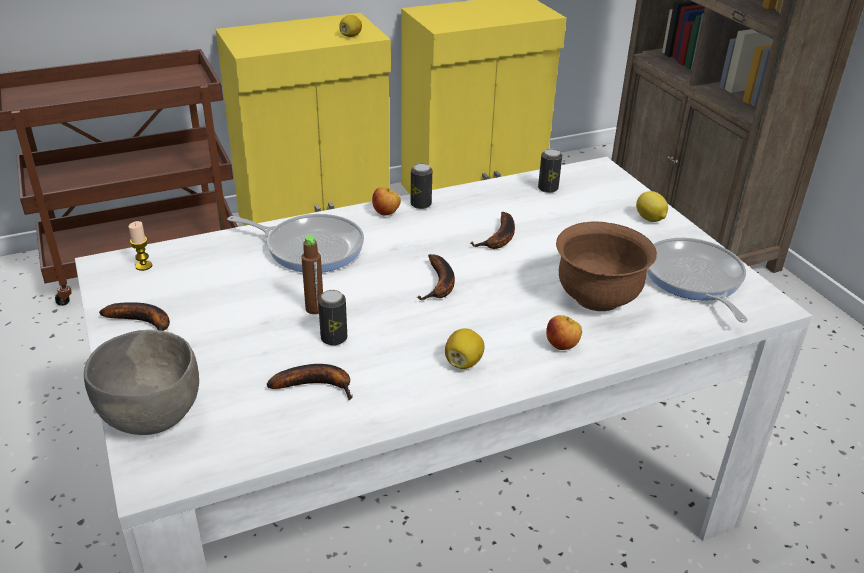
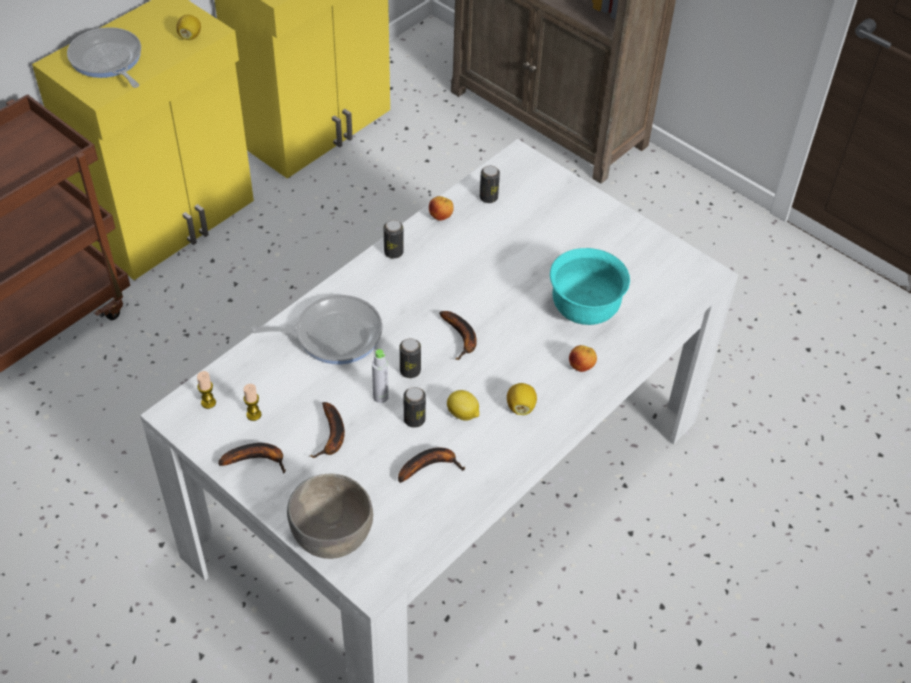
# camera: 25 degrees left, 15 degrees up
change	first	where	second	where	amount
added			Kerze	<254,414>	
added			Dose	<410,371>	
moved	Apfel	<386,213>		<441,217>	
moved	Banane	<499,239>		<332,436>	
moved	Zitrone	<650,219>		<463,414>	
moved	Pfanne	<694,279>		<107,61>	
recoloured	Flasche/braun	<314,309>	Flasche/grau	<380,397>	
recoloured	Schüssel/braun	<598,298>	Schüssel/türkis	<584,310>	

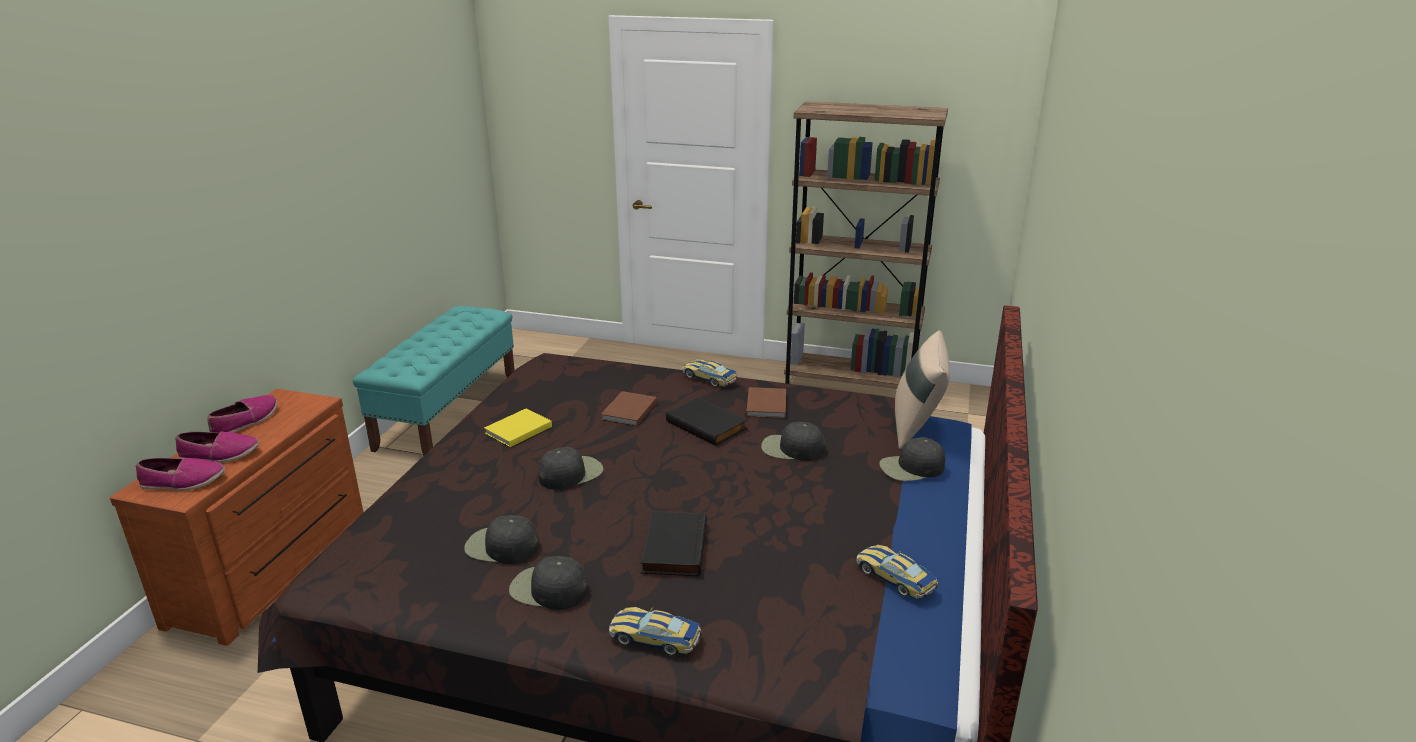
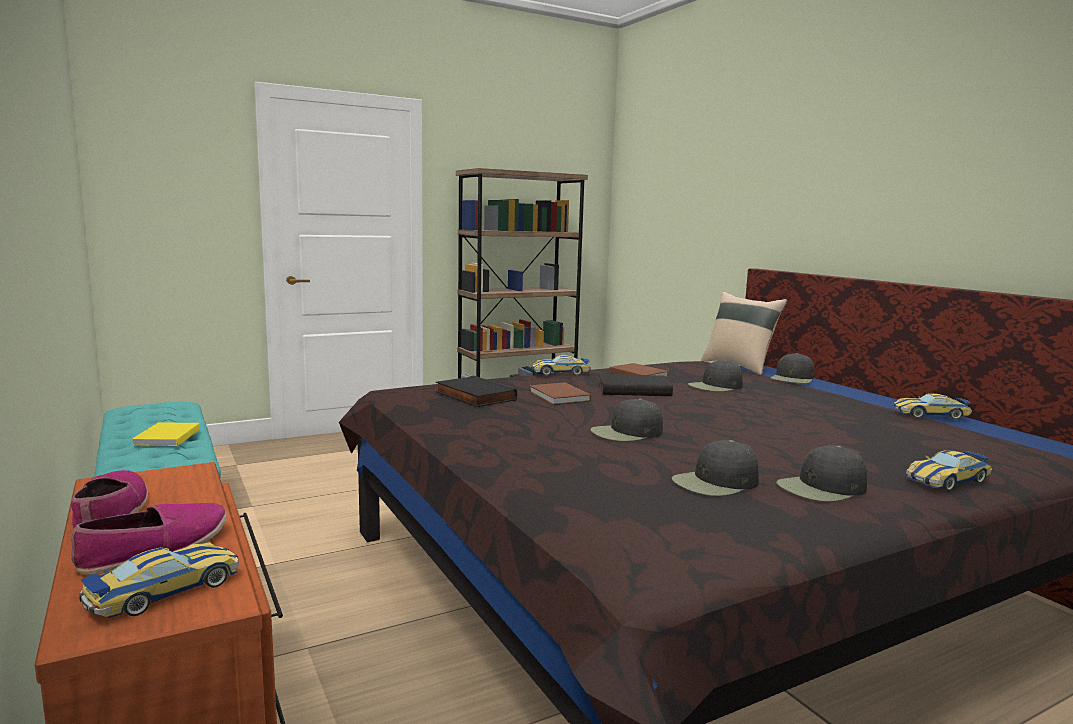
# camera: 45 degrees left, 15 degrees down
change	first	where	second	where	amount
moved	Buch/gelb	<516,430>		<165,438>	
moved	Buch/schwarz	<672,547>		<473,396>	
replaced	Schuh	<183,482>	Spielzeugauto	<164,591>	
turned	Kappe/schwarz	<571,473>		<627,433>	120 degrees counterclockwise

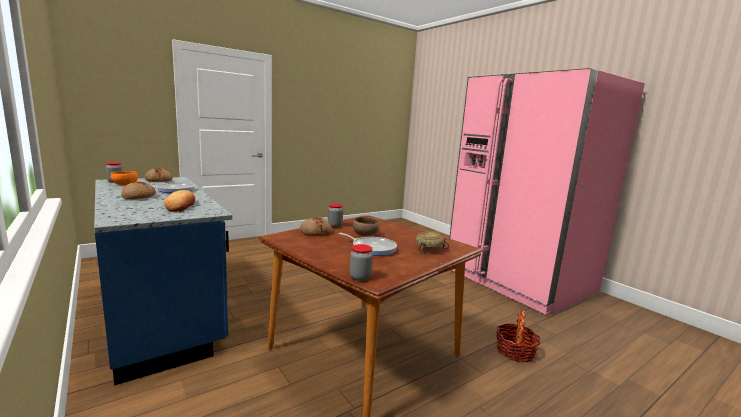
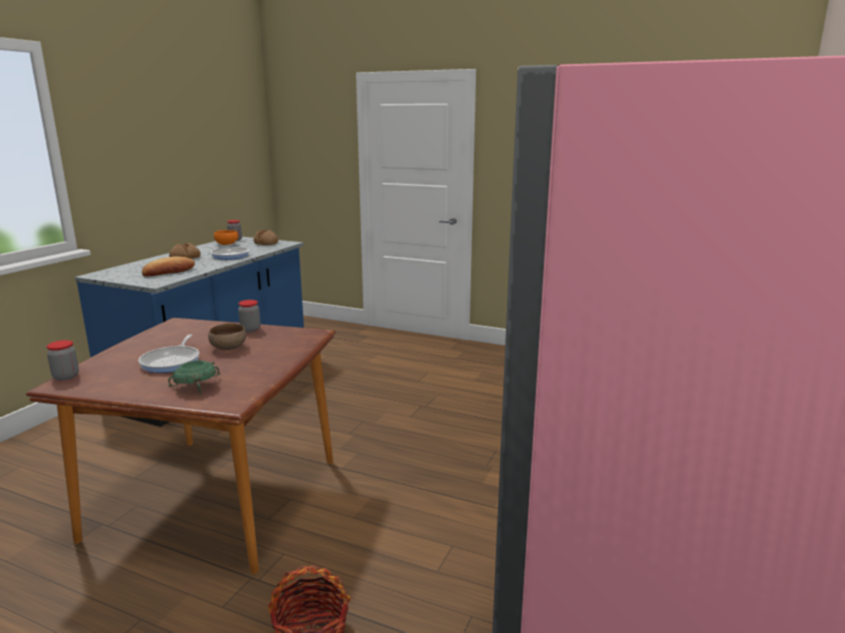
# camera: 60 degrees right, 5 degrees up
change	first	where	second	where	amount
removed	Brot	<315,232>			
recoloured	Schüssel/beige	<428,249>	Schüssel/grün	<197,386>	

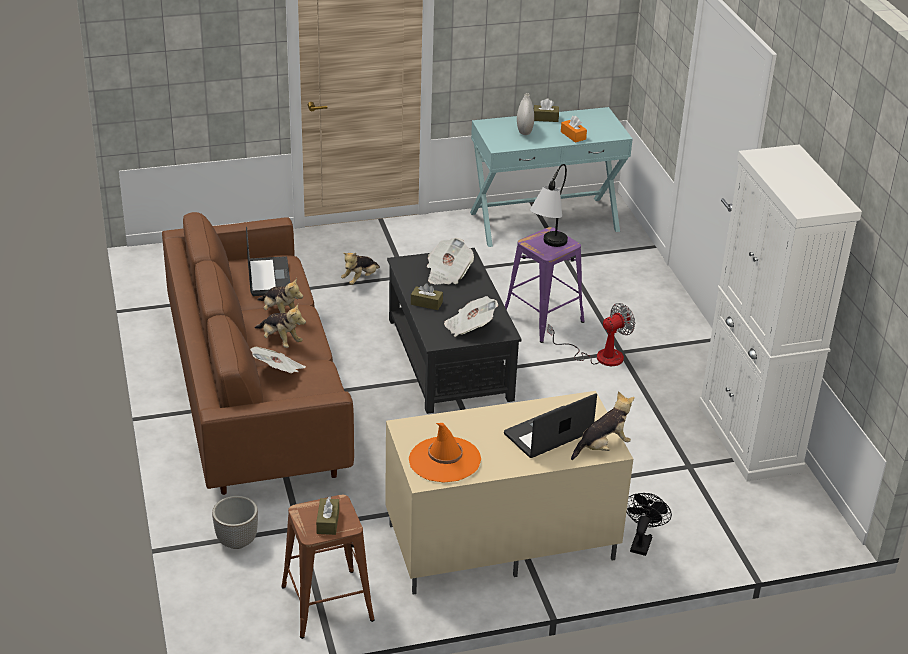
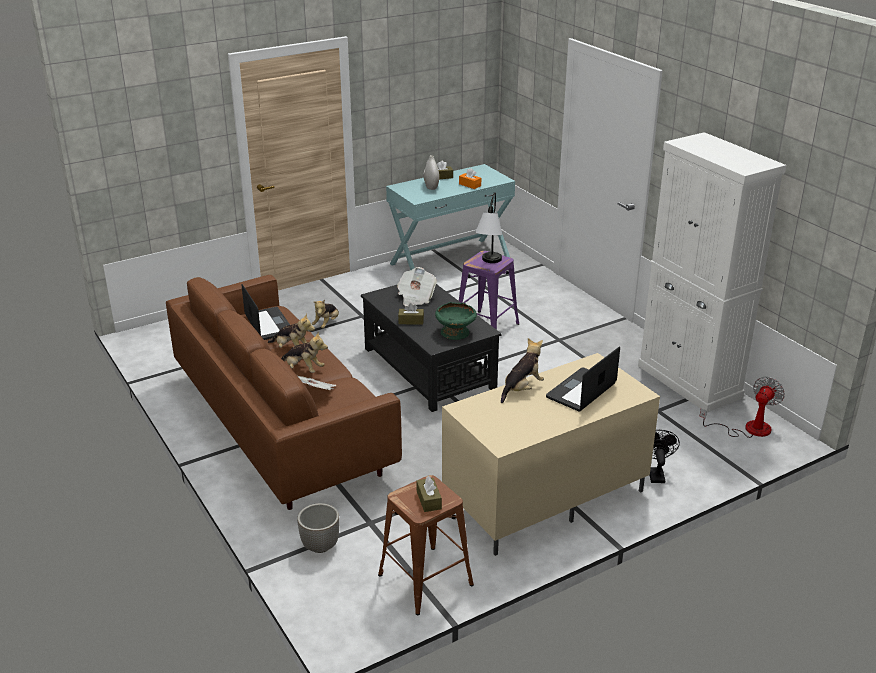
# camera: 15 degrees left, 5 degrees down
change	first	where	second	where	amount
removed	Hut/orange	<444,460>			
moved	Ventilator	<599,356>		<748,429>	
moved	Plüschtier	<602,447>		<522,389>	
replaced	Zeitung	<469,327>	Schüssel/grün	<455,332>	

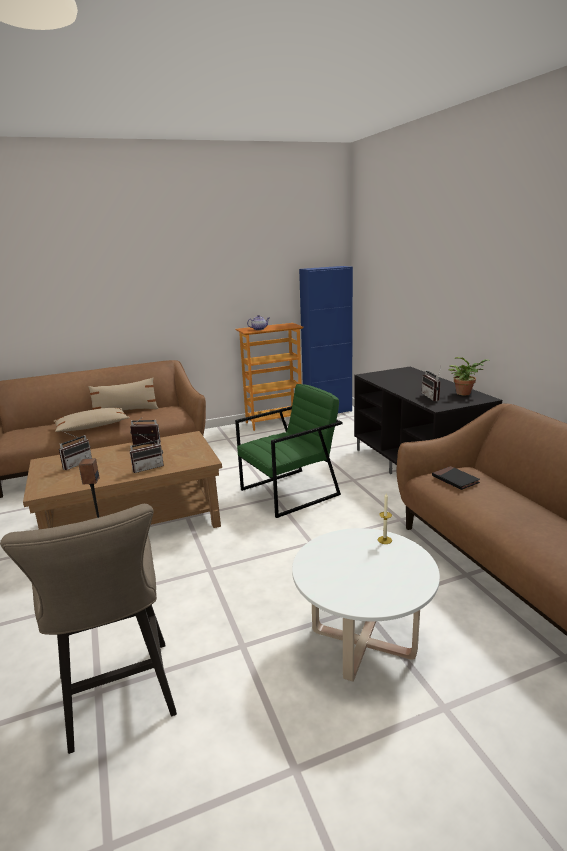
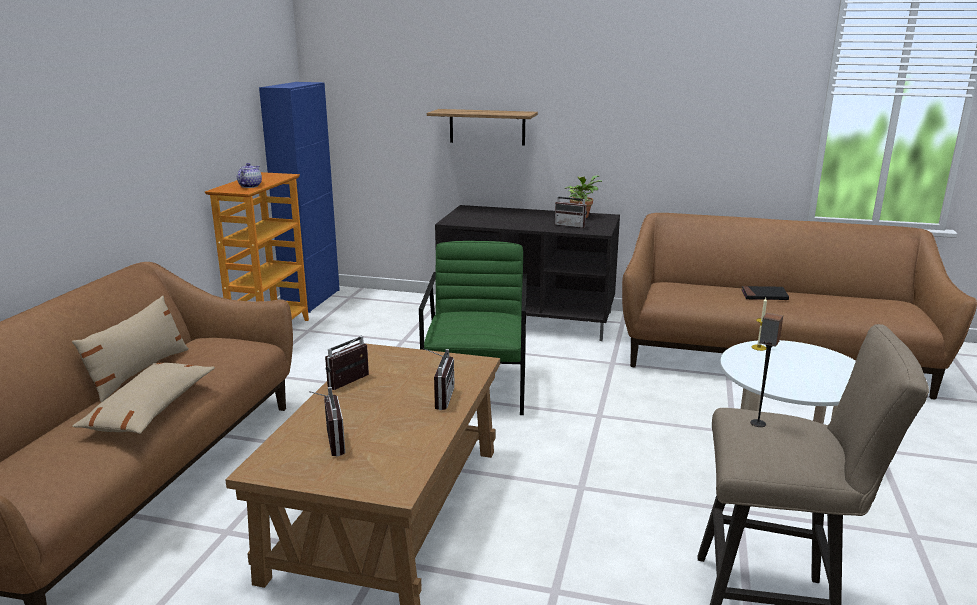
# camera: 55 degrees left, 0 degrees up
change	first	where	second	where	amount
added			Wandregal	<487,127>	
moved	Buch/schwarz	<455,480>		<764,295>	

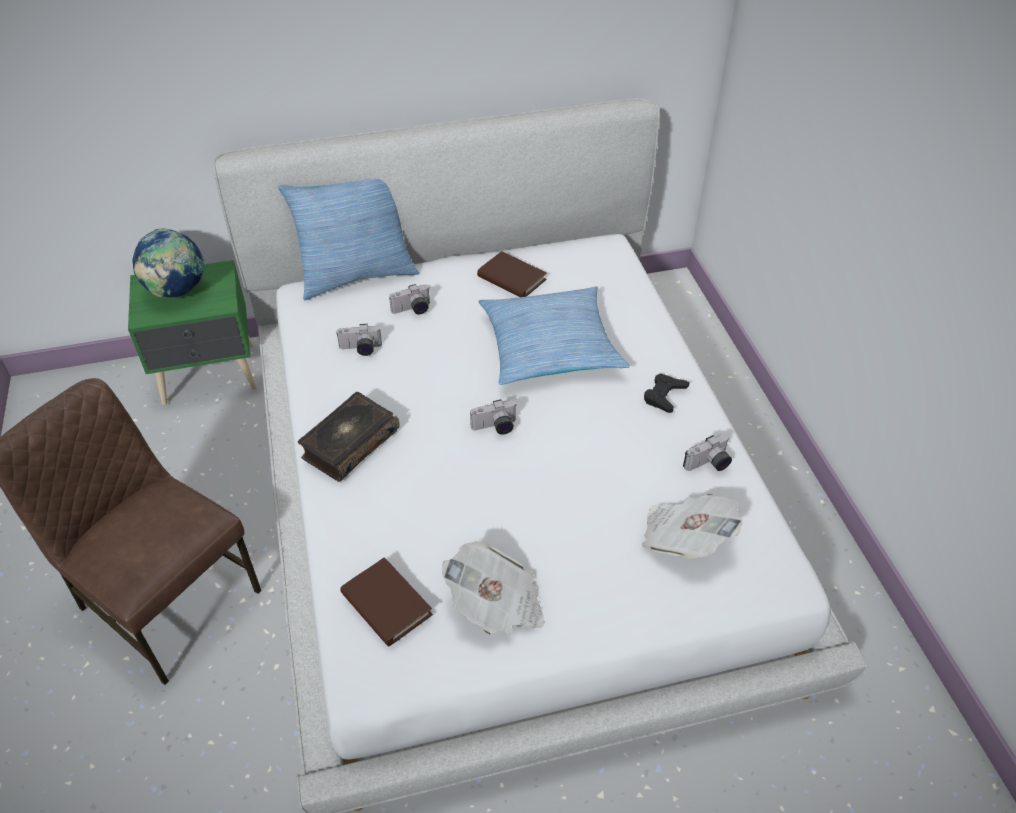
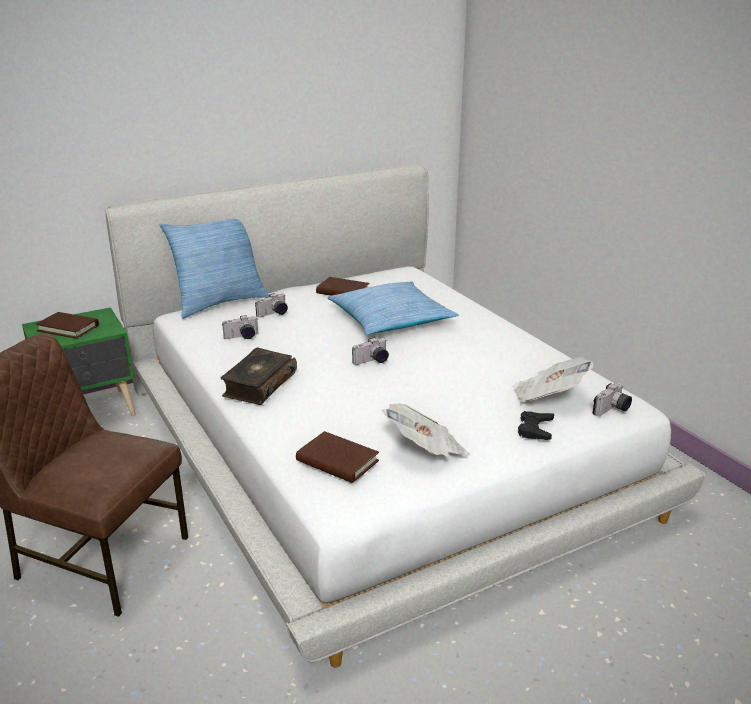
# camera: 15 degrees left, 20 degrees down
change	first	where	second	where	amount
moved	Gamepad/schwarz	<664,395>		<535,429>	
moved	Kamera	<708,465>		<612,410>	
replaced	Globus	<177,292>	Buch/braun	<68,328>	

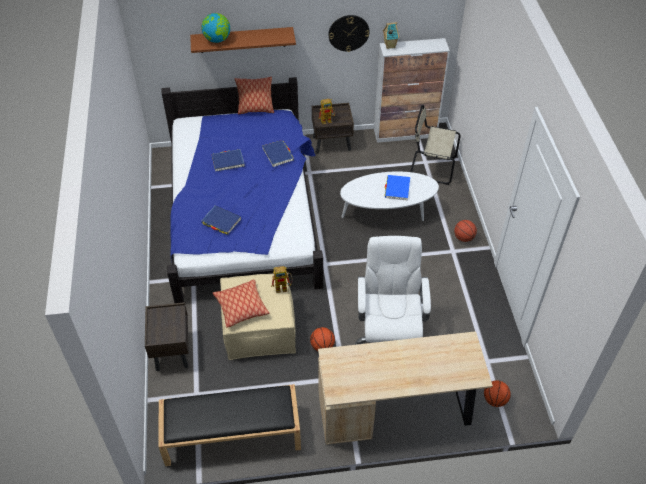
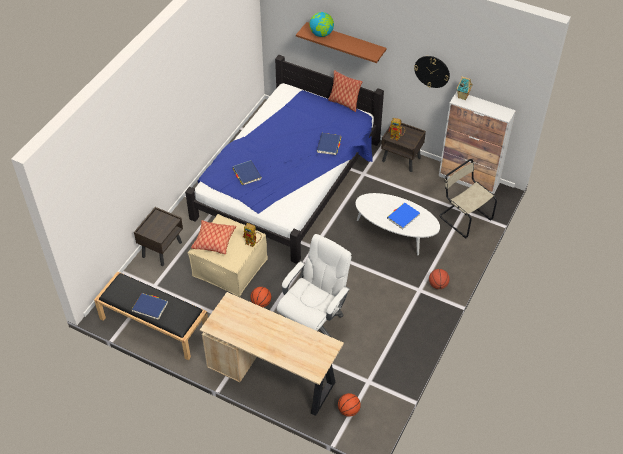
# camera: 35 degrees right, 0 degrees up
change	first	where	second	where	amount
moved	Buch/blau	<228,161>		<150,307>	

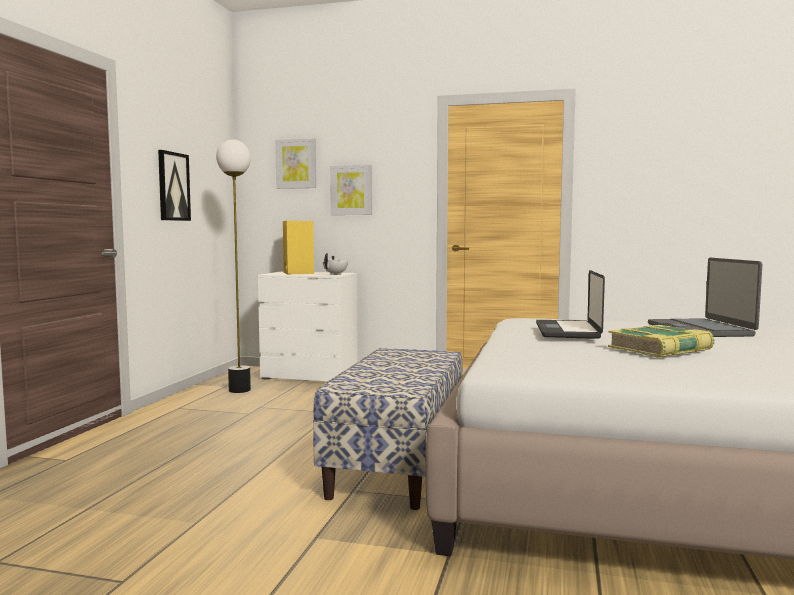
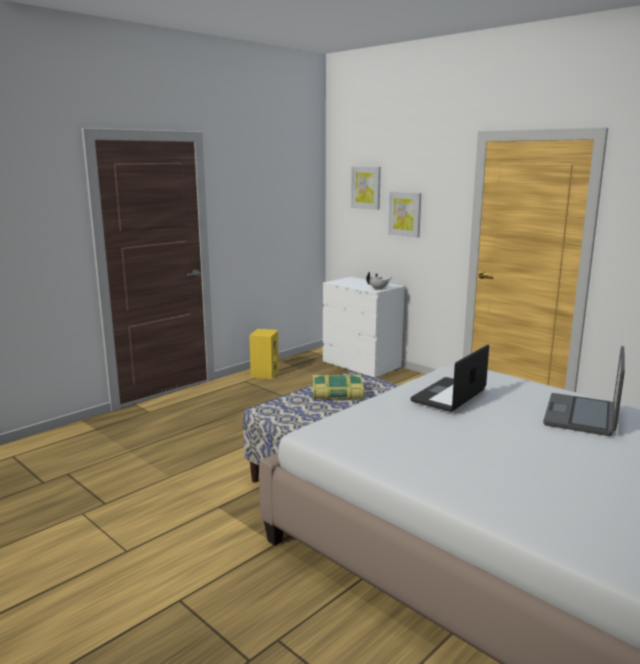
# camera: 30 degrees right, 10 degrees up
change	first	where	second	where	amount
removed	Bild	<173,186>			
removed	Stehlampe	<240,390>			
moved	Lautsprecher/gelb	<297,273>		<264,373>	
moved	Buch	<660,349>		<337,392>	

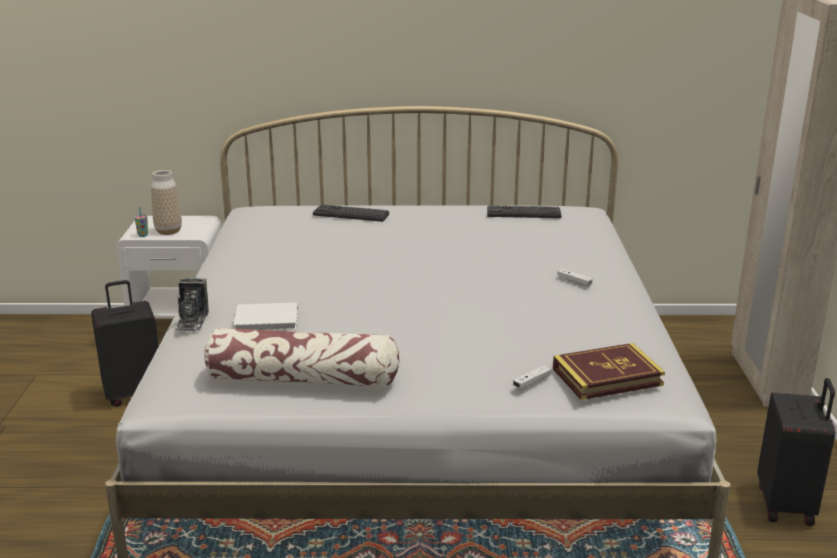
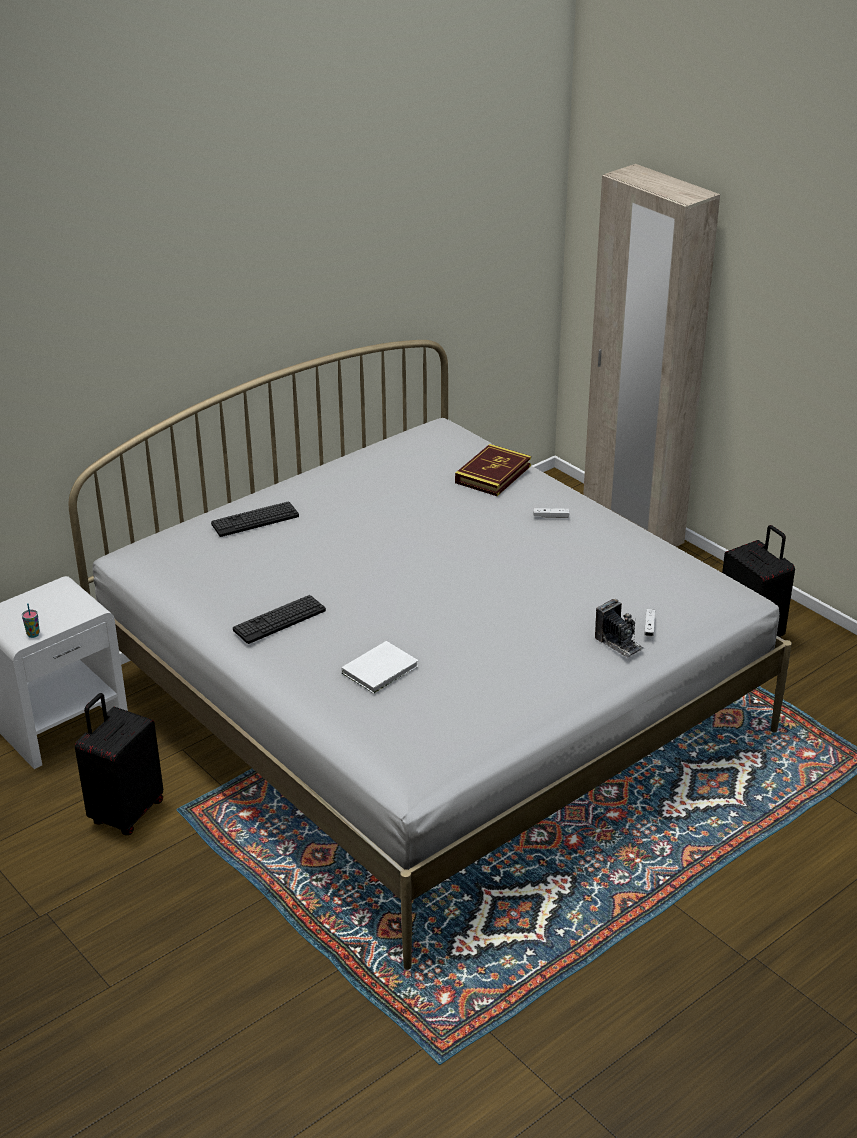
# camera: 40 degrees left, 10 degrees up
change	first	where	second	where	amount
removed	Vase	<168,231>			
removed	Kissen	<303,379>			
moved	Kamera	<192,321>		<618,643>	
moved	Tastatur	<523,213>		<279,620>	
moved	Buch	<607,377>		<493,474>	

